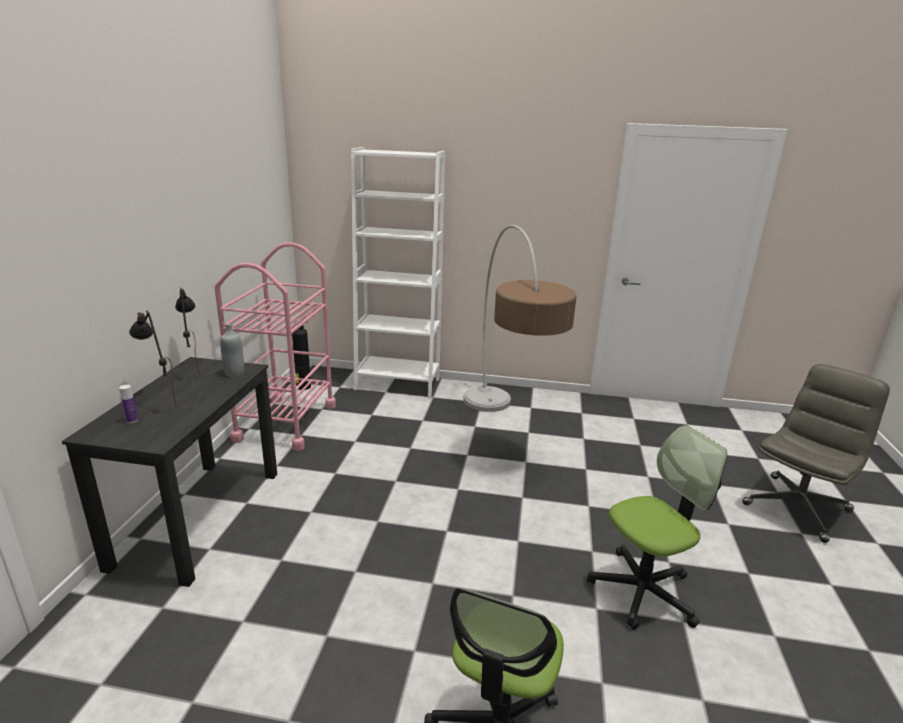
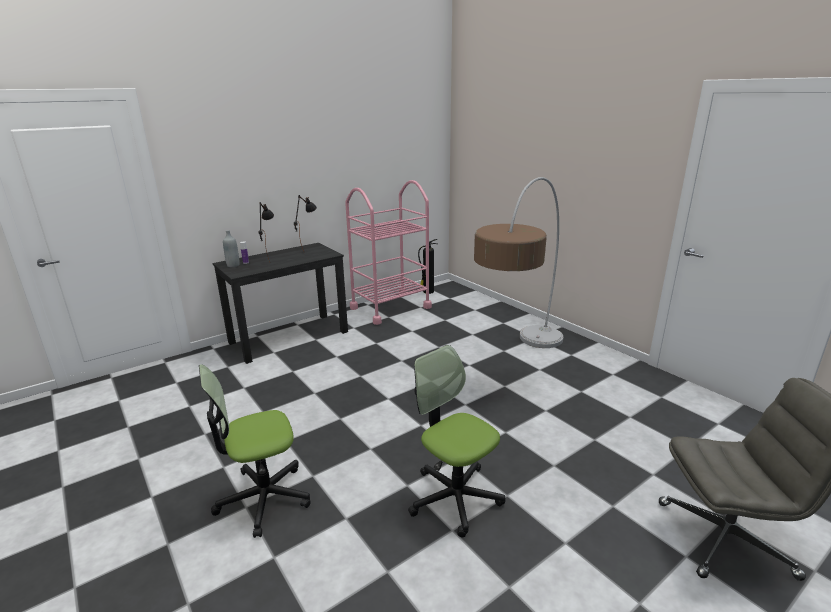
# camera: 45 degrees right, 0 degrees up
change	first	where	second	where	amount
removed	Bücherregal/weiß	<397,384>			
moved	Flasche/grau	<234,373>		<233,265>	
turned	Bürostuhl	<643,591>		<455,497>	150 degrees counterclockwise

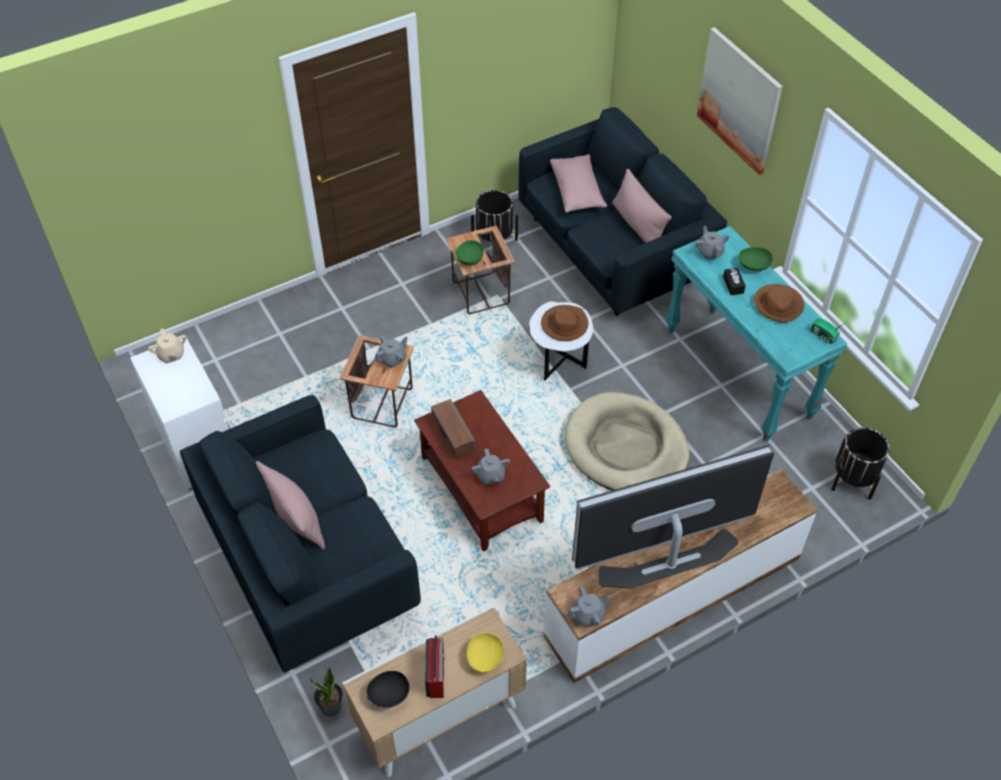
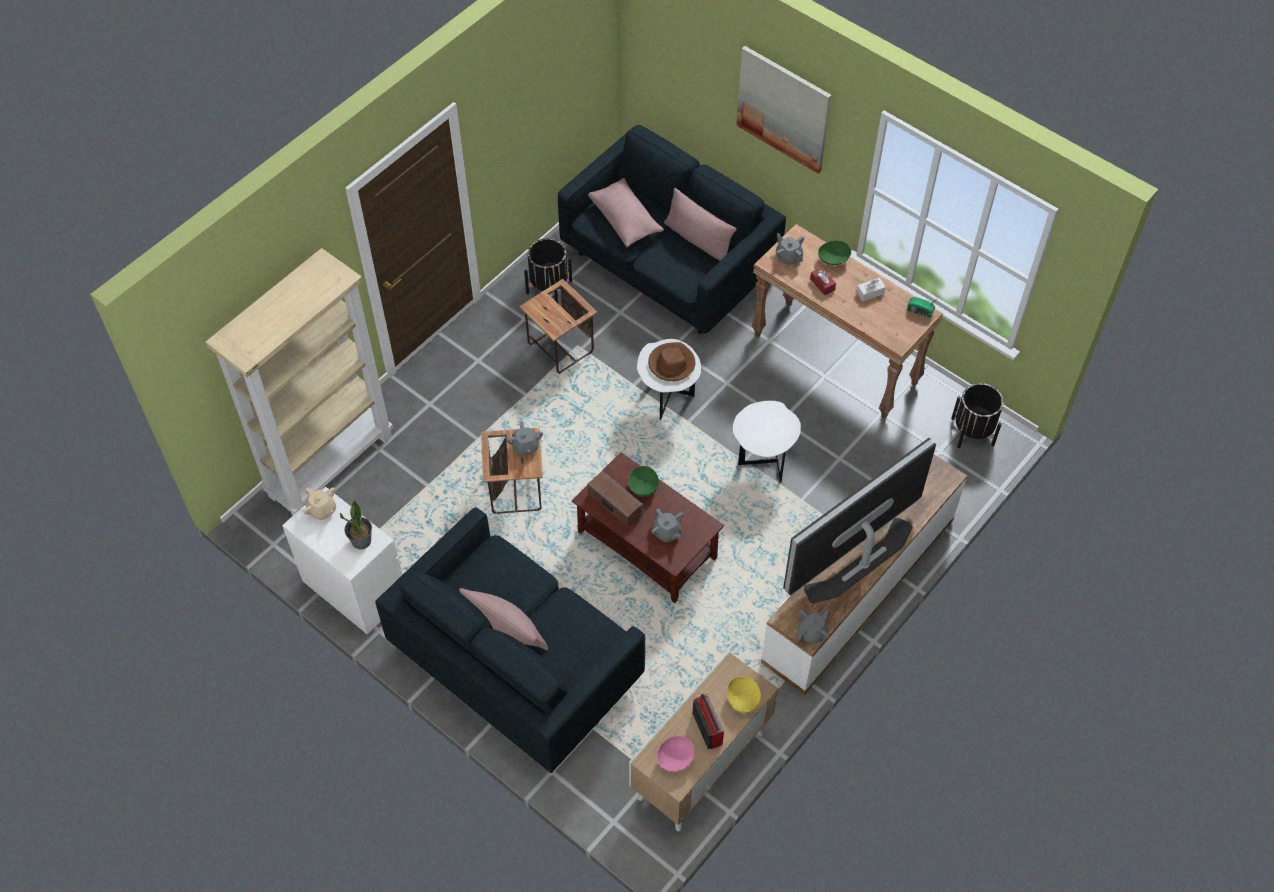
# camera: 20 degrees left, 5 degrees up
change	first	where	second	where	amount
added			Bücherregal/beige	<330,464>	
moved	Topfpflanze	<331,706>		<361,541>	
moved	Schüssel/grün	<469,259>		<643,487>	
replaced	Hundebett/beige	<626,448>	Beistelltisch/weiß	<762,463>	
replaced	Hut/braun	<778,305>	Taschentuchbox/weiß	<870,293>	
recoloured	Schüssel/schwarz	<389,696>	Schüssel/rosa	<675,759>	
recoloured	Konsolentisch/türkis	<739,373>	Konsolentisch/braun	<836,359>	
recoloured	Taschentuchbox/schwarz	<733,285>	Taschentuchbox/rot	<822,284>	
turned	Teekanne/grau	<392,359>		<525,447>	135 degrees clockwise

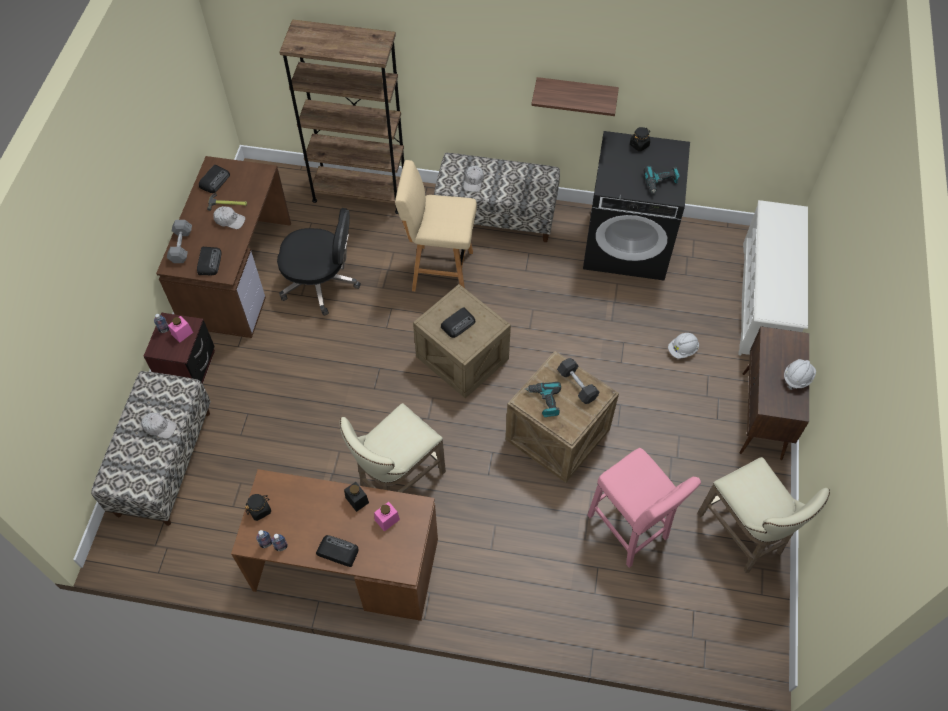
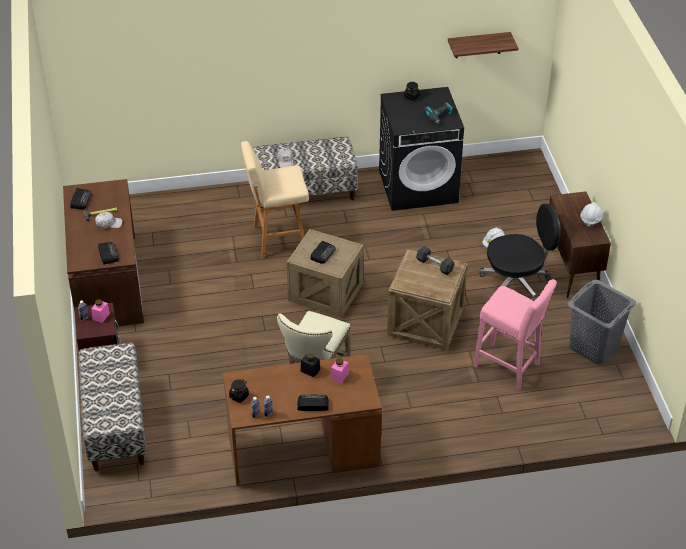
# camera: 20 degrees left, 15 degrees down
change	first	where	second	where	amount
removed	Kappe/weiß	<159,427>			
removed	Hantel/grau	<181,246>			
removed	Bücherregal/braun	<360,193>			
removed	Bohrmaschine	<544,401>			
removed	Schuhregal/weiß	<764,301>			
moved	Bürostuhl/schwarz	<321,283>		<516,283>	
moved	Wandregal	<576,93>		<478,45>	
replaced	Hocker/beige	<744,536>	Wäschekorb/grau	<594,347>	

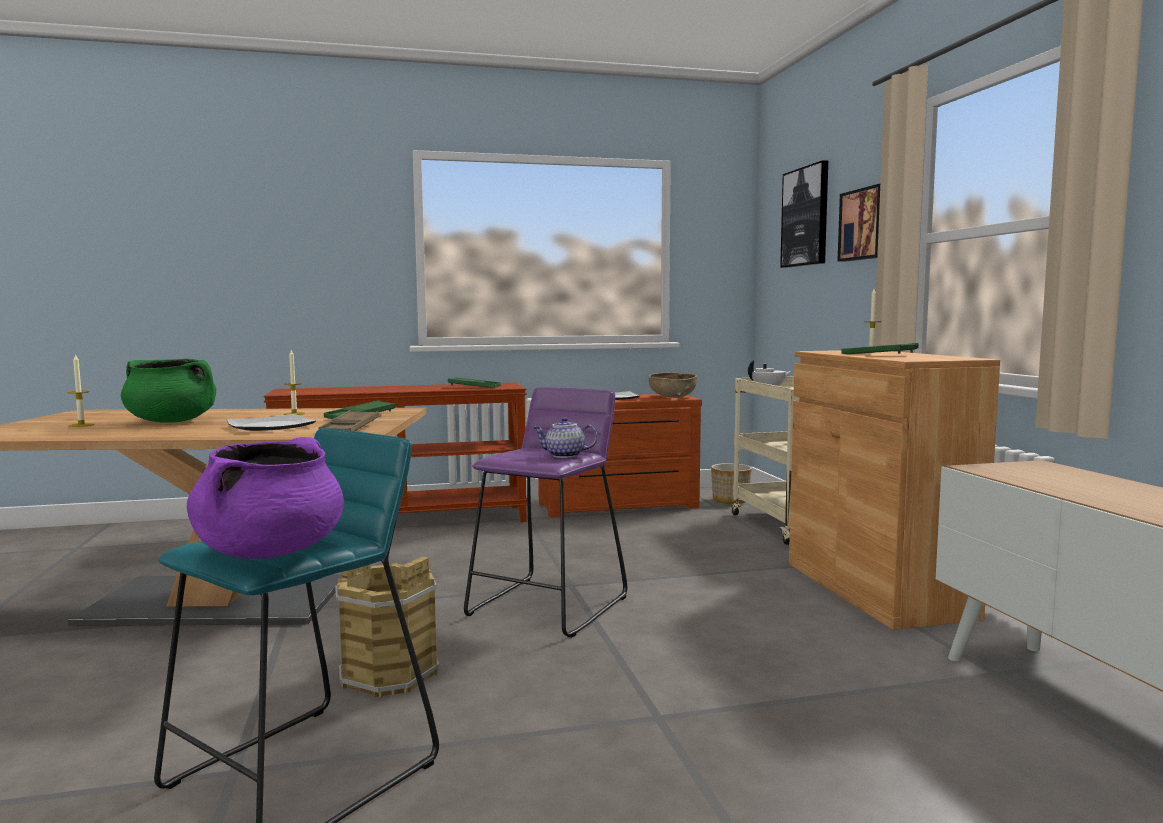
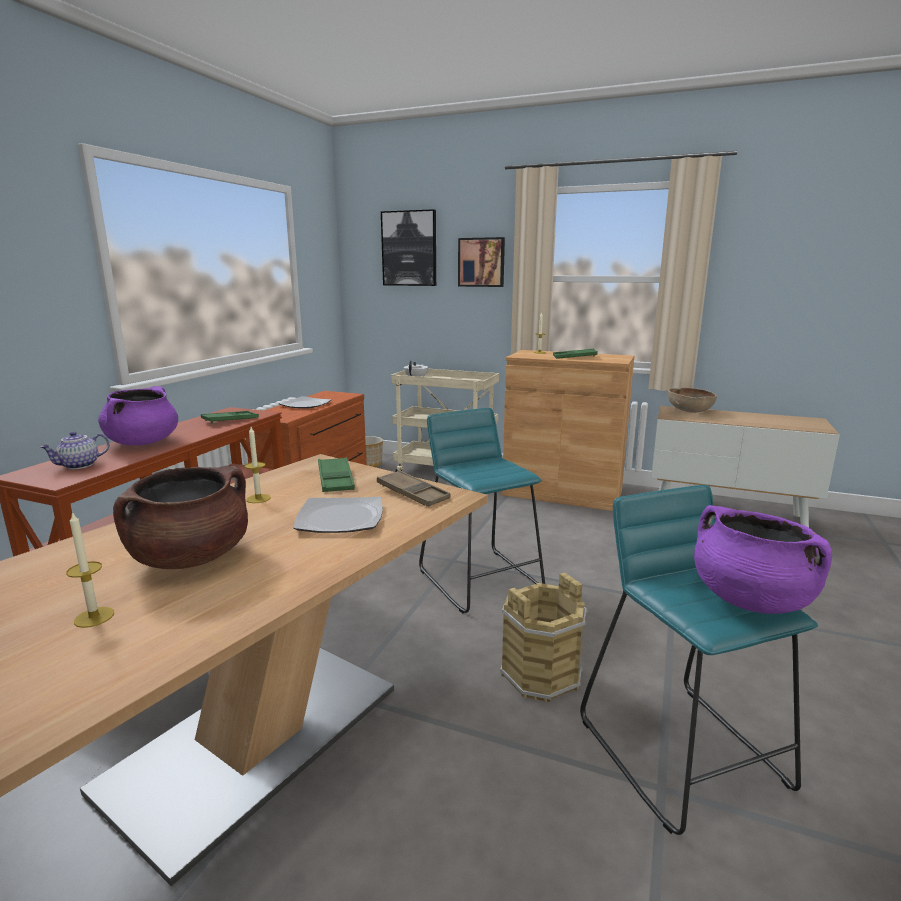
# camera: 55 degrees left, 10 degrees up
change	first	where	second	where	amount
added			Kochtopf/lila	<143,442>	
moved	Teekanne	<564,455>		<79,466>	
moved	Schüssel/braun	<672,397>		<689,411>	
recoloured	Kochtopf/grün	<172,421>	Kochtopf/braun	<191,558>	
recoloured	Hocker/lila	<549,606>	Hocker/türkis	<481,579>	

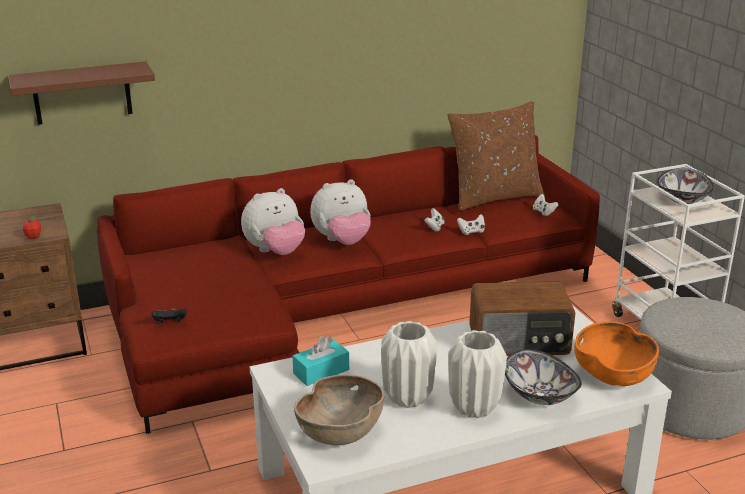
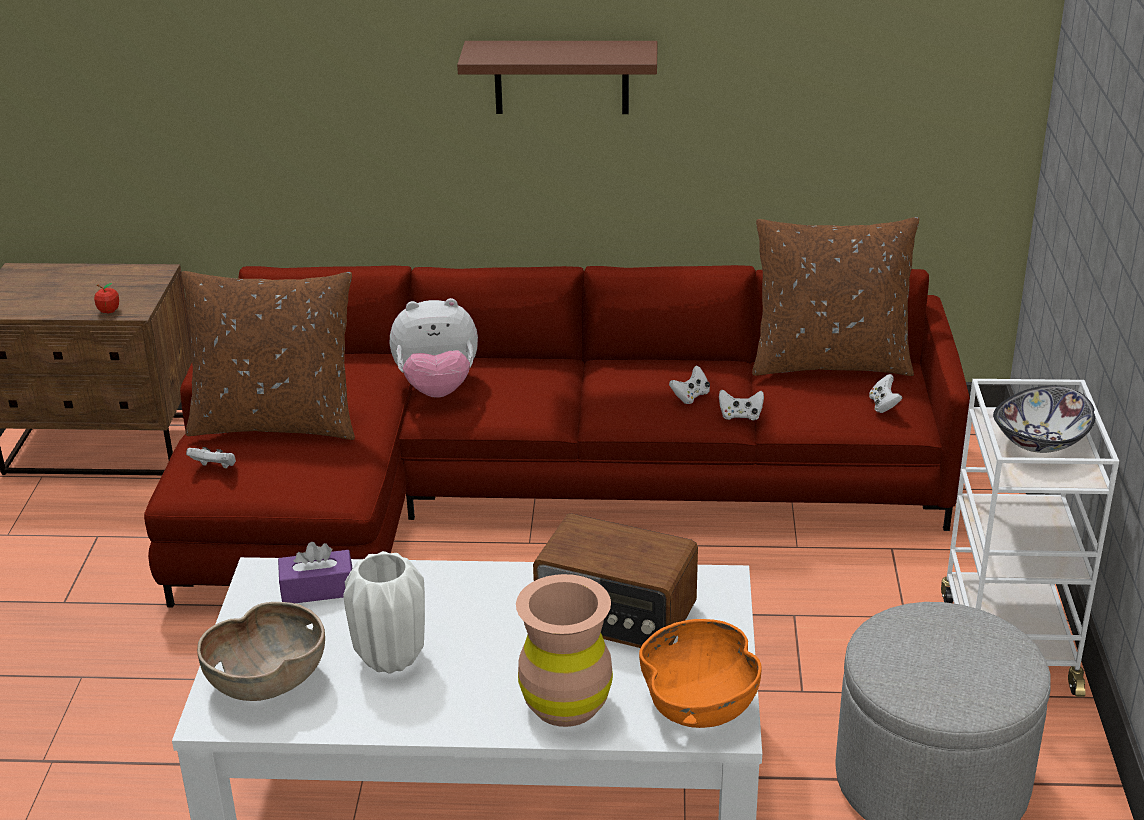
# camera: 25 degrees right, 5 degrees up
change	first	where	second	where	amount
removed	Plüschtier	<342,241>			
removed	Vase/weiß	<474,408>			
added			Kissen/braun	<276,422>	
moved	Wandregal/braun	<82,93>		<561,77>	
replaced	Schüssel	<539,395>	Vase/braun	<566,704>	
recoloured	Gamepad/schwarz	<170,323>	Gamepad/weiß	<215,467>	
recoloured	Taschentuchbox/türkis	<321,372>	Taschentuchbox/lila	<317,589>	

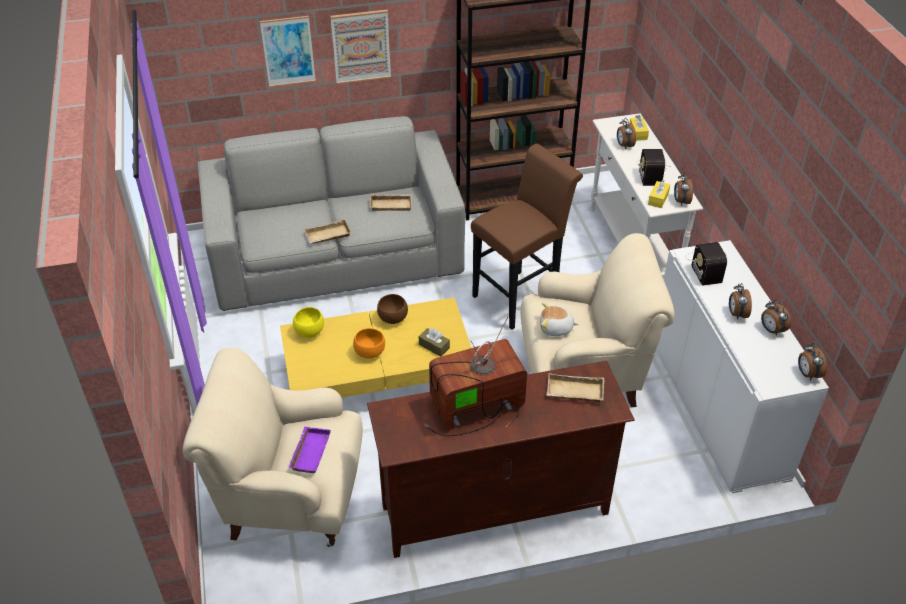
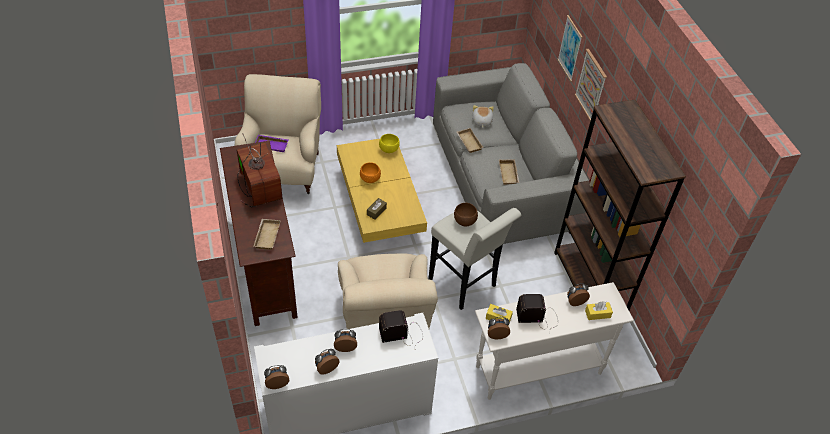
# camera: 85 degrees right, 5 degrees up
change	first	where	second	where	amount
moved	Schüssel/braun	<393,319>		<464,222>	
moved	Plüschtier	<556,328>		<481,121>	
recoloured	Hocker/braun	<520,296>	Hocker/weiß	<465,285>	

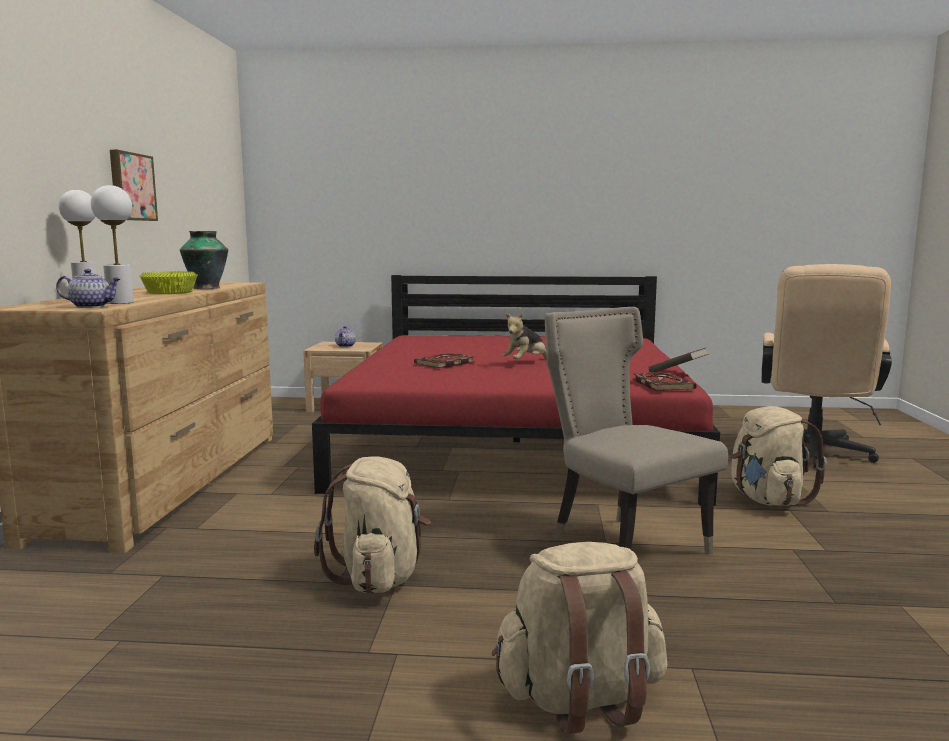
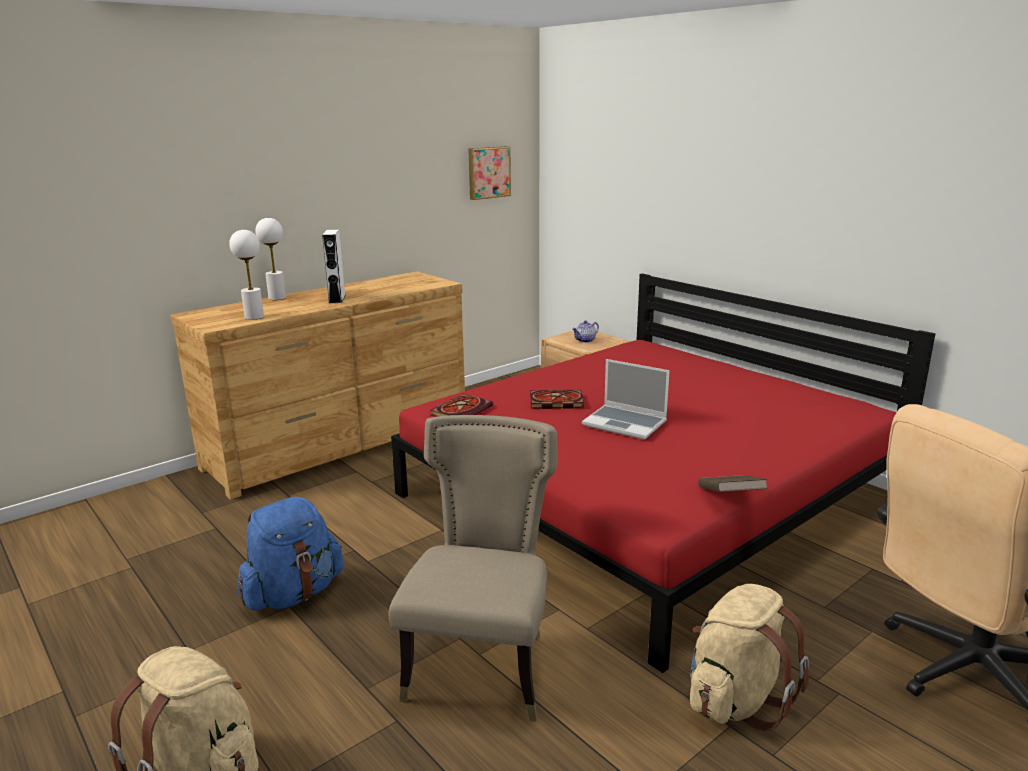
# camera: 45 degrees right, 10 degrees up
change	first	where	second	where	amount
removed	Teekanne	<91,306>			
removed	Vase	<206,288>			
moved	Bild	<131,187>		<488,172>	
moved	Buch	<660,384>		<461,410>	
replaced	Schüssel/gelb	<170,292>	Lautsprecher/weiß	<337,299>	
replaced	Plüschtier	<526,362>	Laptop	<626,423>	
recoloured	Rucksack/beige	<379,577>	Rucksack/blau	<294,594>	

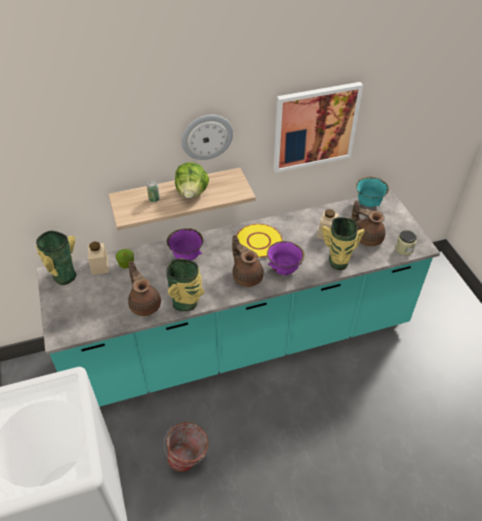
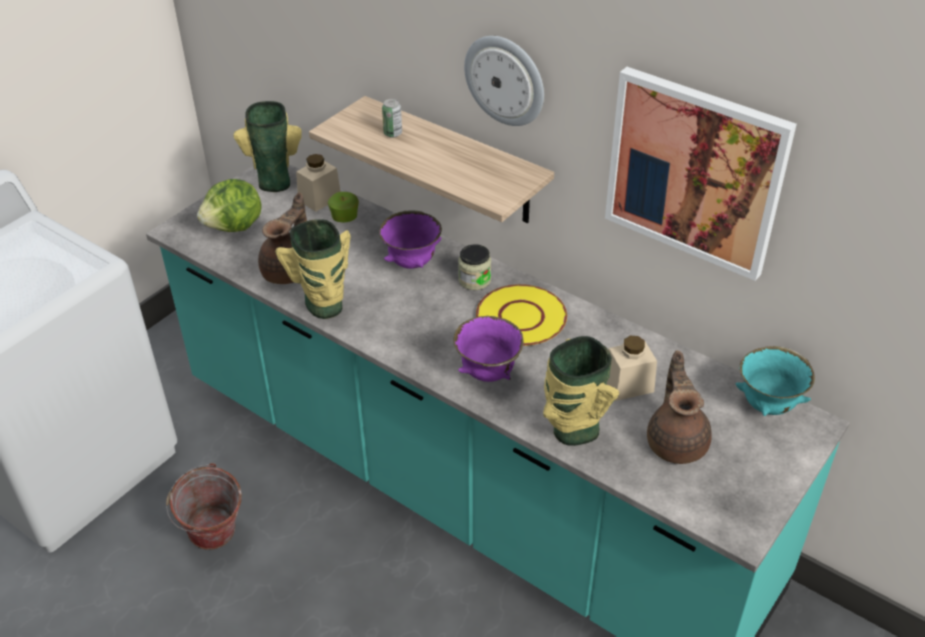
# camera: 55 degrees right, 5 degrees down
change	first	where	second	where	amount
removed	Teekanne/braun	<247,276>			
moved	Salatkopf	<192,192>		<235,227>	
moved	Vorratsglas	<404,249>		<474,280>	

